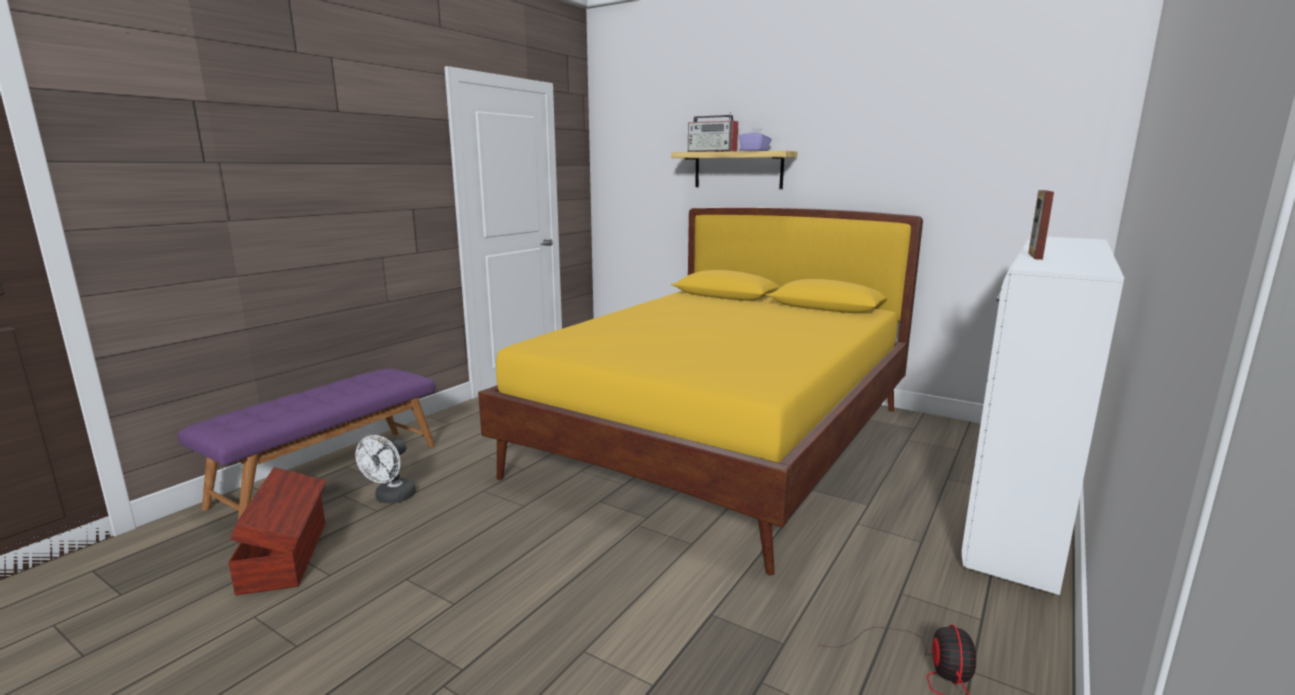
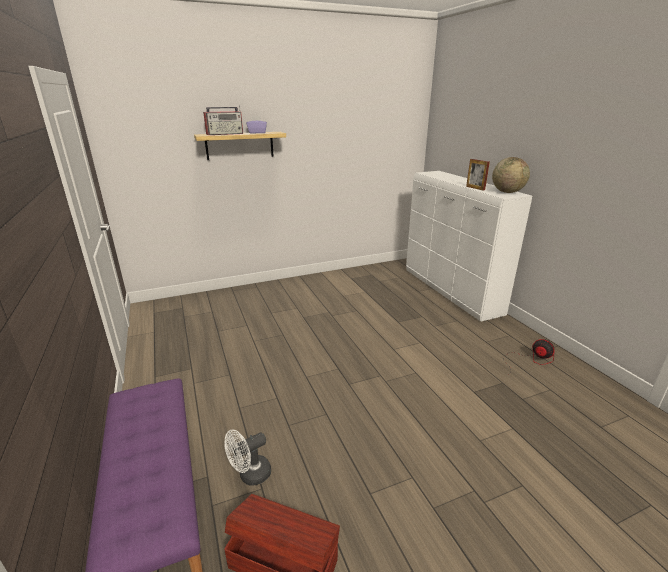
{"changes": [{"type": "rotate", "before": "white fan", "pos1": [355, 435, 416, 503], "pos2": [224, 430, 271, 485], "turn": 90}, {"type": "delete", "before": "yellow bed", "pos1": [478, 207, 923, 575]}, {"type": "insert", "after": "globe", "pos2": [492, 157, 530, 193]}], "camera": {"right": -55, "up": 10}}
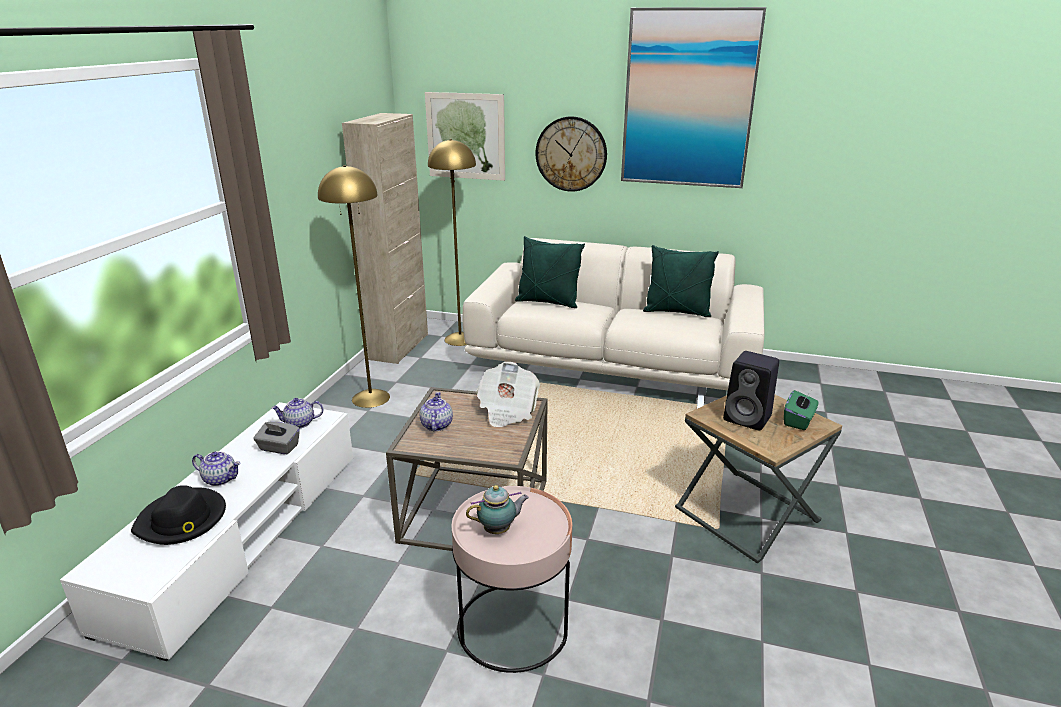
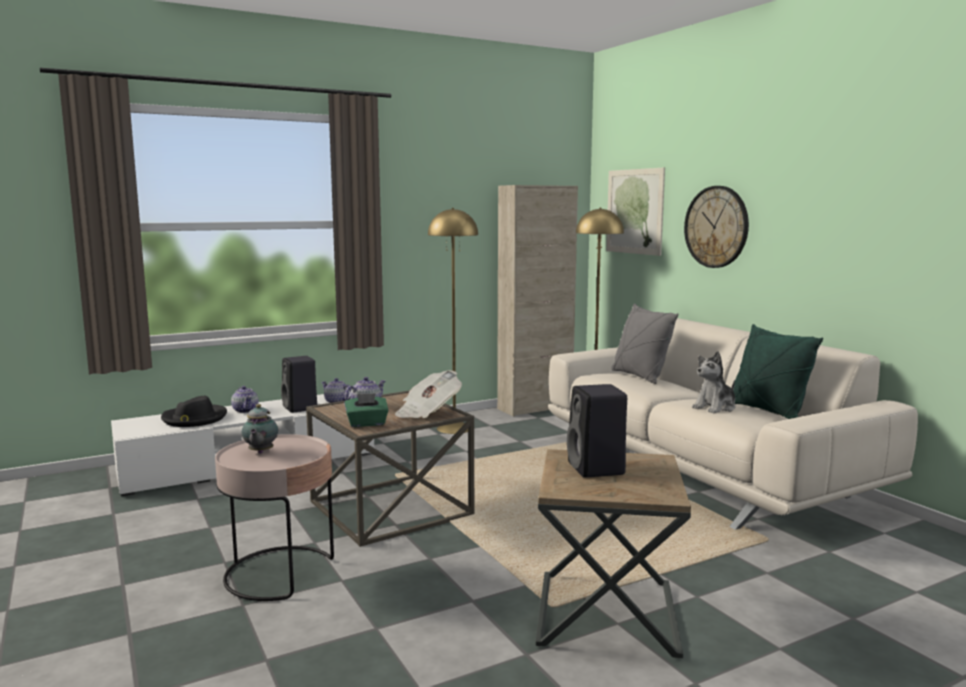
{"changes": [{"type": "replace", "before": "grey tissue box", "after": "black speaker", "pos1": [253, 421, 300, 454], "pos2": [281, 356, 317, 413]}, {"type": "rotate", "before": "teapot", "pos1": [466, 485, 529, 534], "pos2": [242, 404, 278, 453], "turn": 60}, {"type": "recolor", "before": "green pillow", "after": "grey pillow", "pos1": [515, 236, 585, 308], "pos2": [611, 303, 678, 384]}, {"type": "delete", "before": "picture", "pos1": [621, 7, 766, 188]}, {"type": "move", "before": "green tissue box", "pos1": [784, 390, 818, 430], "pos2": [344, 393, 389, 427]}, {"type": "insert", "after": "plush toy", "pos2": [692, 351, 735, 414]}], "camera": {"right": 45, "up": -15}}
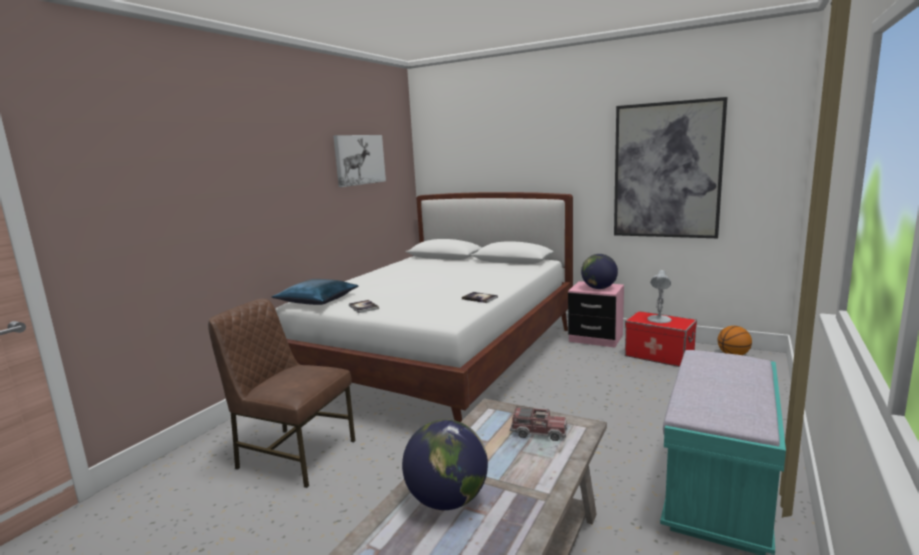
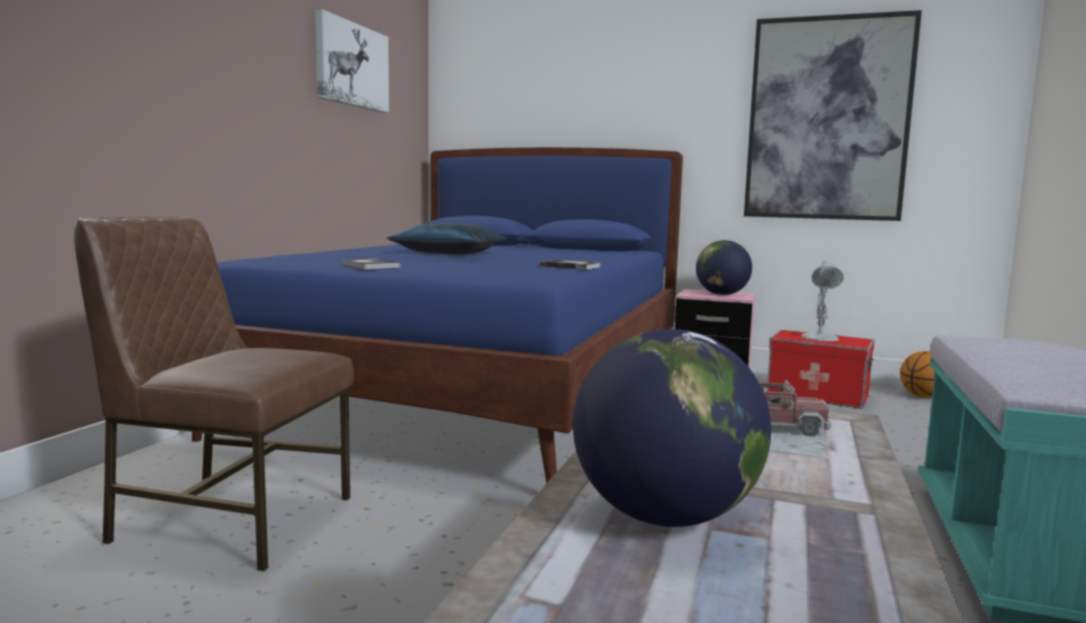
{"changes": [{"type": "move", "before": "blue pillow", "pos1": [272, 279, 358, 305], "pos2": [387, 223, 506, 254]}, {"type": "recolor", "before": "white bed", "after": "blue bed", "pos1": [275, 192, 573, 422], "pos2": [192, 147, 683, 484]}], "camera": {"right": -10, "up": -5}}
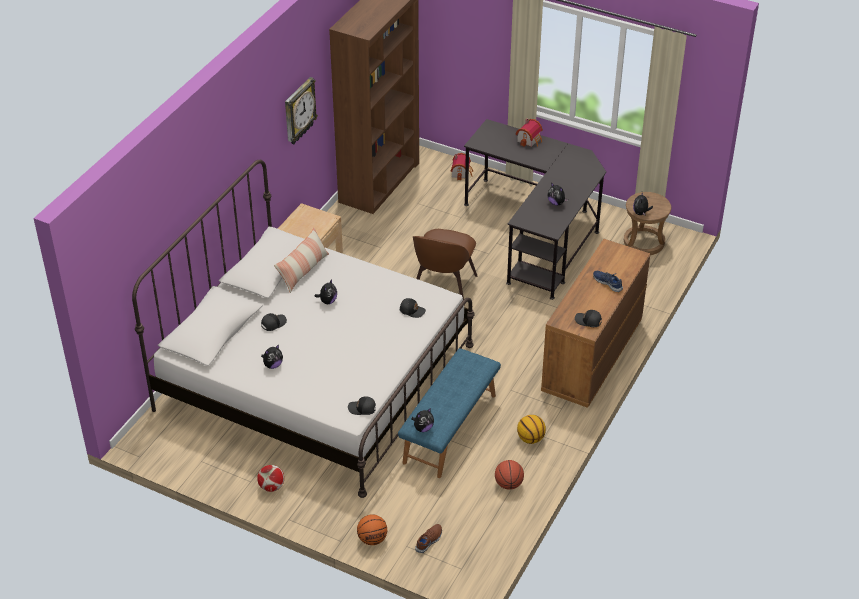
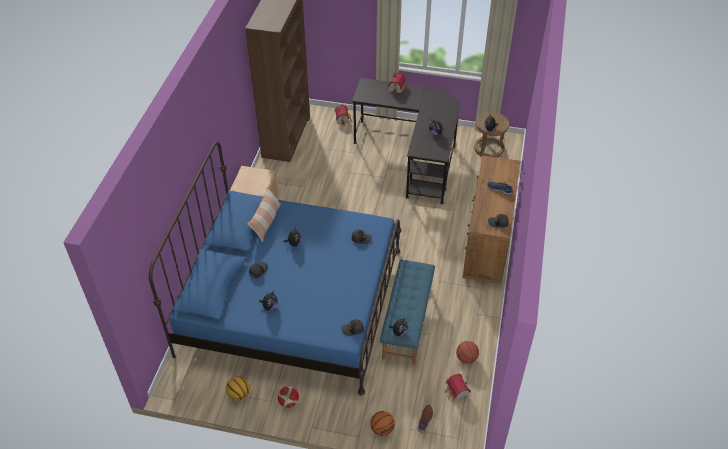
{"changes": [{"type": "recolor", "before": "white bed", "after": "blue bed", "pos1": [132, 160, 475, 498], "pos2": [149, 141, 401, 395]}, {"type": "delete", "before": "wall clock", "pos1": [285, 77, 318, 144]}, {"type": "delete", "before": "brown chair", "pos1": [413, 229, 477, 306]}, {"type": "move", "before": "basketball", "pos1": [517, 415, 546, 444], "pos2": [226, 376, 250, 401]}, {"type": "insert", "after": "toy house", "pos2": [445, 374, 471, 401]}], "camera": {"right": -15, "up": 5}}
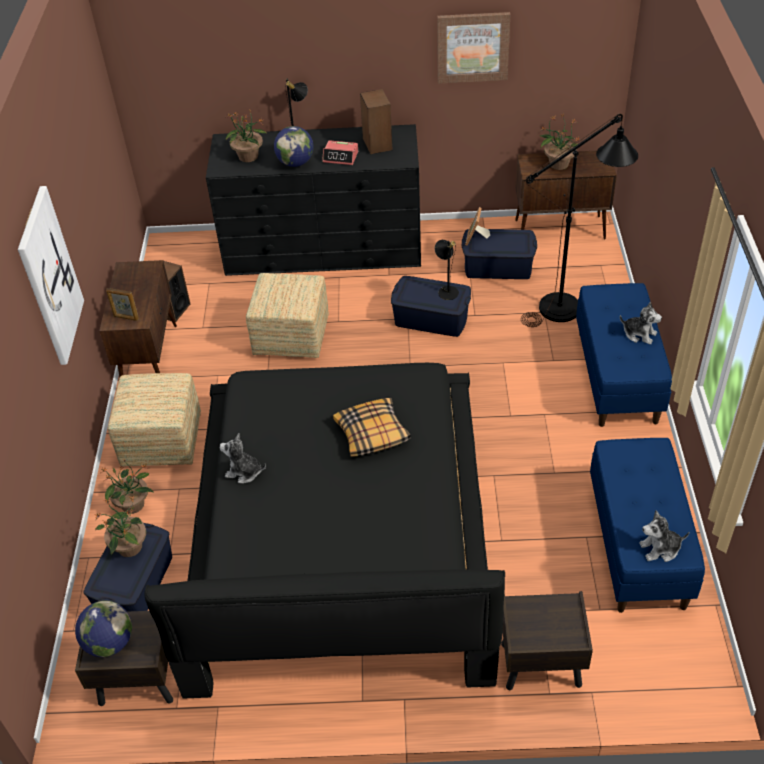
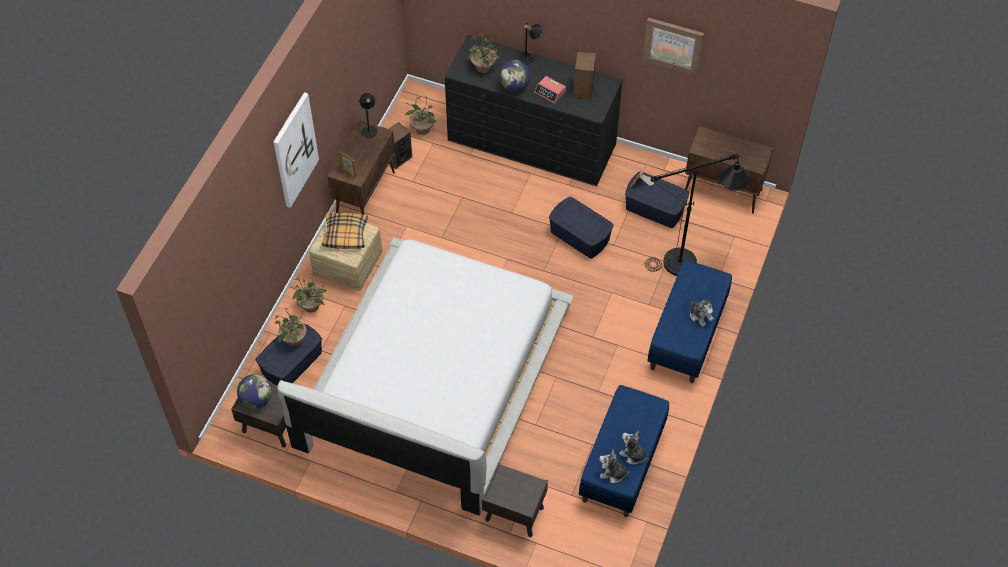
{"changes": [{"type": "recolor", "before": "black bed", "after": "white bed", "pos1": [144, 363, 505, 699], "pos2": [277, 237, 574, 516]}, {"type": "move", "before": "plush toy", "pos1": [220, 433, 266, 483], "pos2": [619, 431, 650, 465]}, {"type": "delete", "before": "ottoman", "pos1": [246, 273, 329, 358]}, {"type": "move", "before": "pillow", "pos1": [333, 398, 411, 457], "pos2": [322, 213, 368, 249]}, {"type": "move", "before": "black table lamp", "pos1": [435, 240, 459, 300], "pos2": [359, 93, 377, 139]}, {"type": "move", "before": "potted plant", "pos1": [540, 114, 580, 170], "pos2": [405, 96, 437, 135]}], "camera": {"right": 20, "up": 10}}
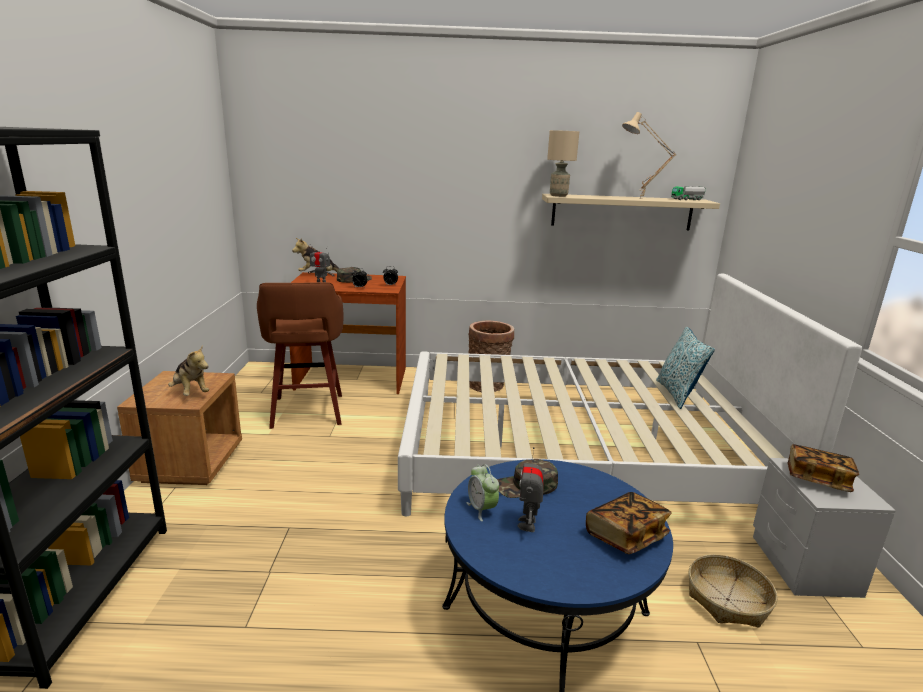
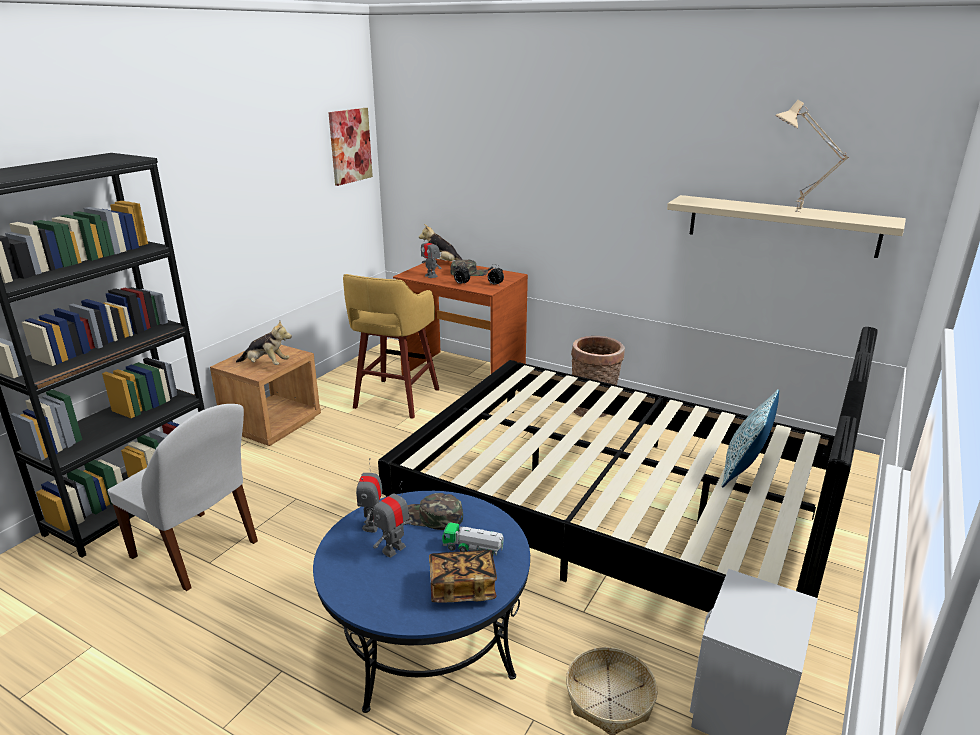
{"changes": [{"type": "rotate", "before": "plush toy", "pos1": [168, 345, 209, 396], "pos2": [236, 321, 292, 365], "turn": -60}, {"type": "recolor", "before": "brown stool", "after": "yellow stool", "pos1": [257, 282, 343, 429], "pos2": [343, 274, 439, 419]}, {"type": "recolor", "before": "white bed", "after": "black bed", "pos1": [398, 274, 862, 516], "pos2": [378, 327, 878, 613]}, {"type": "replace", "before": "alarm clock", "after": "toy robot", "pos1": [466, 464, 499, 521], "pos2": [356, 458, 383, 533]}, {"type": "delete", "before": "beige table lamp", "pos1": [547, 130, 579, 197]}, {"type": "move", "before": "toy truck", "pos1": [671, 186, 706, 200], "pos2": [442, 523, 504, 556]}, {"type": "delete", "before": "book", "pos1": [788, 444, 859, 492]}, {"type": "insert", "after": "white chair", "pos2": [107, 404, 258, 591]}, {"type": "insert", "after": "picture", "pos2": [328, 108, 373, 186]}], "camera": {"right": 30, "up": 5}}
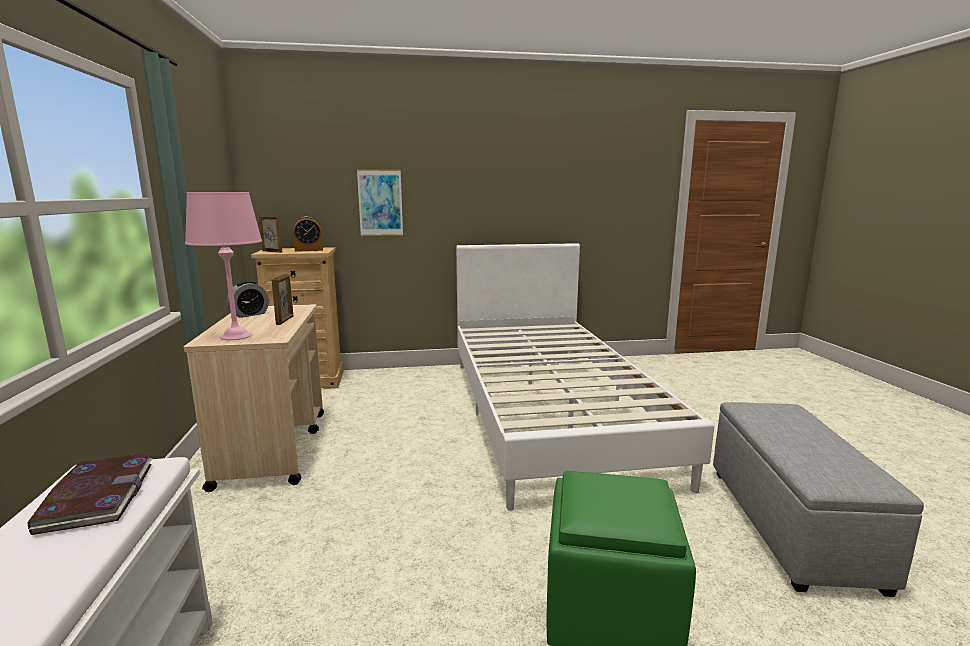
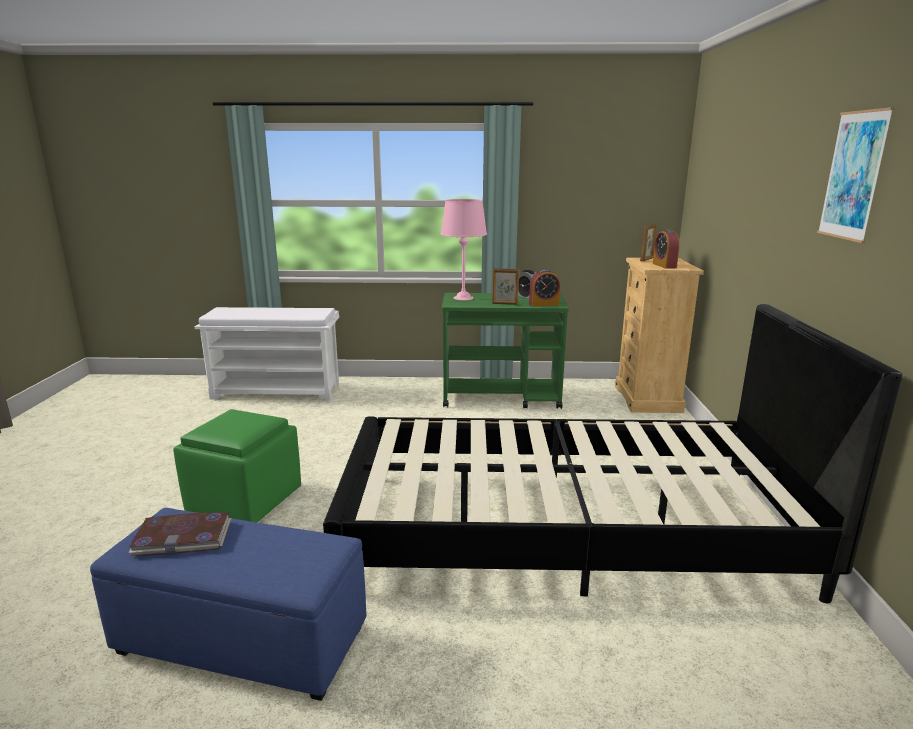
{"changes": [{"type": "move", "before": "book", "pos1": [28, 453, 152, 535], "pos2": [128, 512, 231, 556]}, {"type": "recolor", "before": "beige cart", "after": "green cart", "pos1": [184, 304, 324, 492], "pos2": [442, 293, 569, 409]}, {"type": "move", "before": "picture", "pos1": [357, 169, 403, 236], "pos2": [817, 107, 895, 243]}, {"type": "recolor", "before": "white bed", "after": "black bed", "pos1": [456, 243, 714, 511], "pos2": [323, 304, 902, 603]}, {"type": "recolor", "before": "grey ottoman", "after": "blue ottoman", "pos1": [713, 402, 924, 597], "pos2": [90, 508, 366, 701]}, {"type": "insert", "after": "alarm clock", "pos2": [529, 269, 560, 307]}], "camera": {"right": 100, "up": 5}}
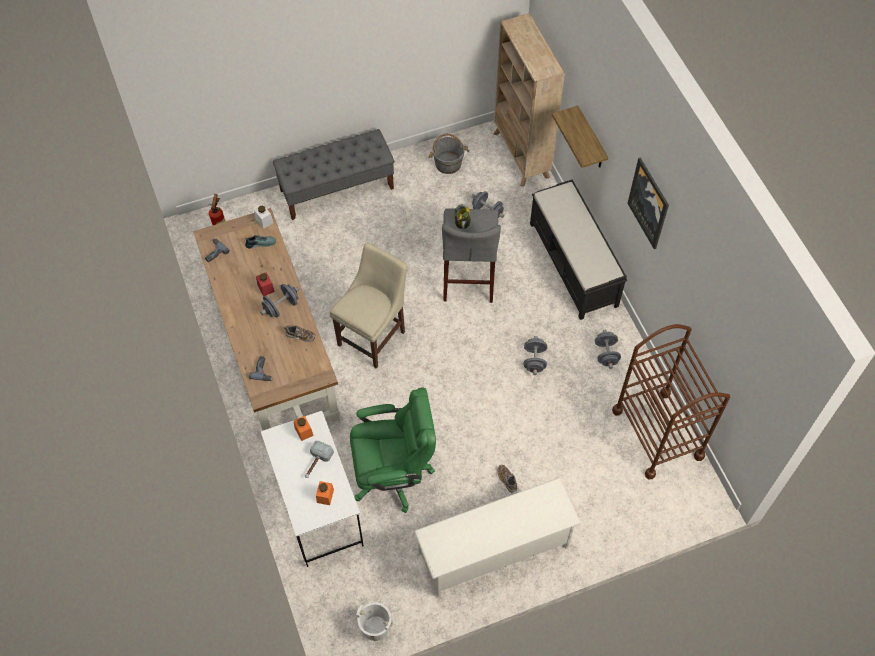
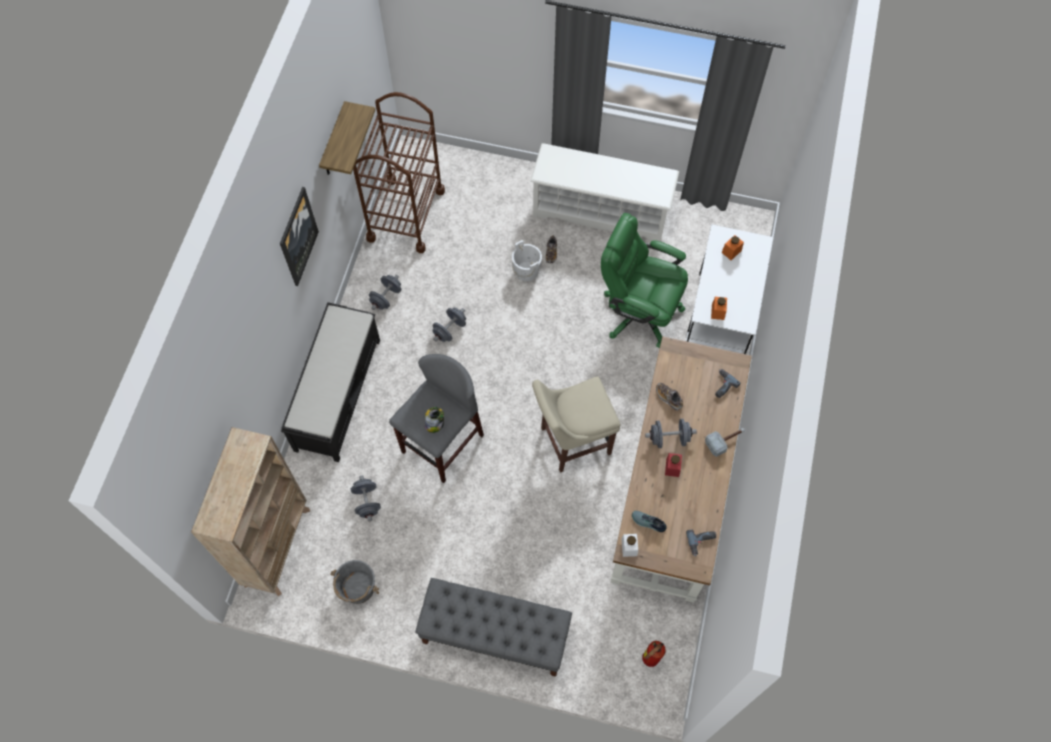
{"changes": [{"type": "move", "before": "hammer", "pos1": [305, 441, 334, 478], "pos2": [705, 428, 745, 457]}, {"type": "move", "before": "white bucket", "pos1": [356, 602, 393, 641], "pos2": [512, 240, 542, 281]}, {"type": "move", "before": "shelf", "pos1": [552, 106, 608, 168], "pos2": [319, 101, 375, 175]}], "camera": {"right": -145, "up": 5}}
